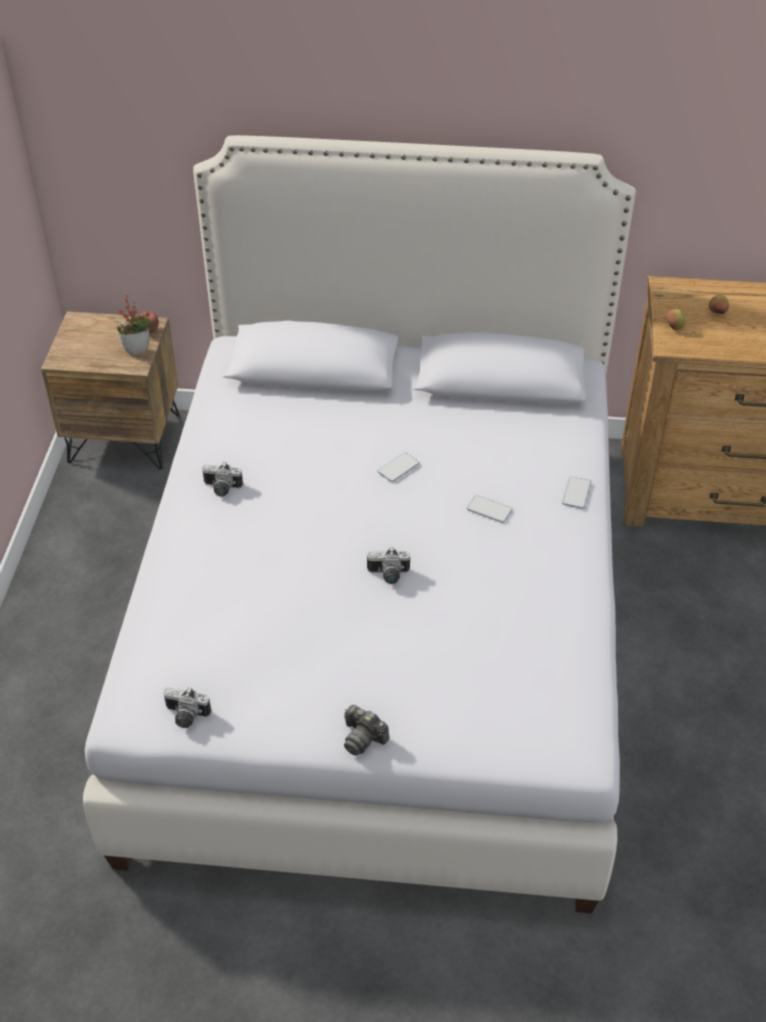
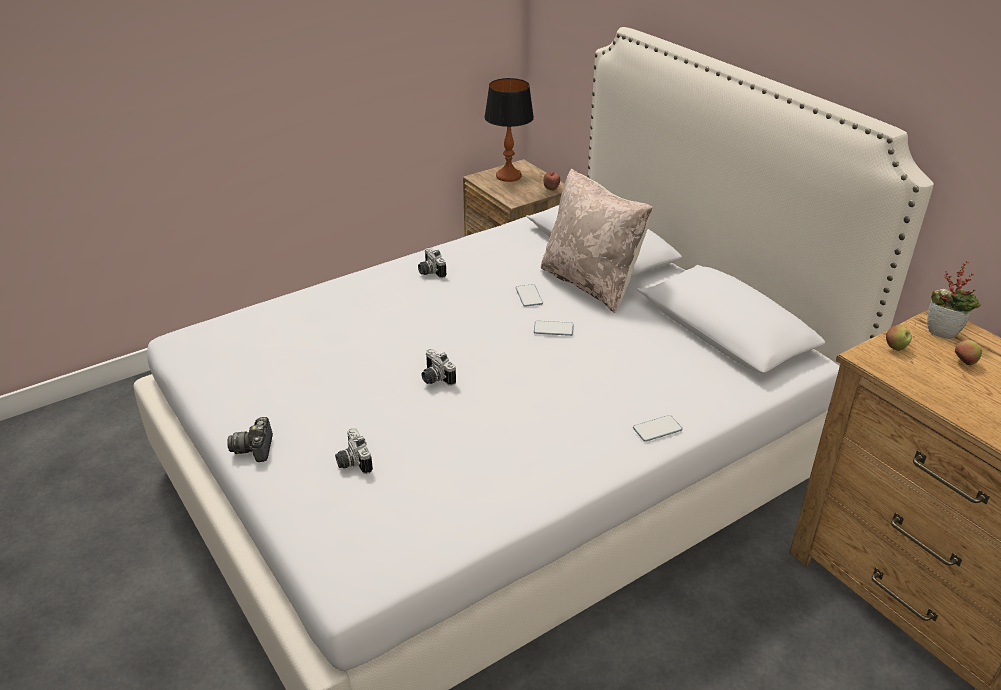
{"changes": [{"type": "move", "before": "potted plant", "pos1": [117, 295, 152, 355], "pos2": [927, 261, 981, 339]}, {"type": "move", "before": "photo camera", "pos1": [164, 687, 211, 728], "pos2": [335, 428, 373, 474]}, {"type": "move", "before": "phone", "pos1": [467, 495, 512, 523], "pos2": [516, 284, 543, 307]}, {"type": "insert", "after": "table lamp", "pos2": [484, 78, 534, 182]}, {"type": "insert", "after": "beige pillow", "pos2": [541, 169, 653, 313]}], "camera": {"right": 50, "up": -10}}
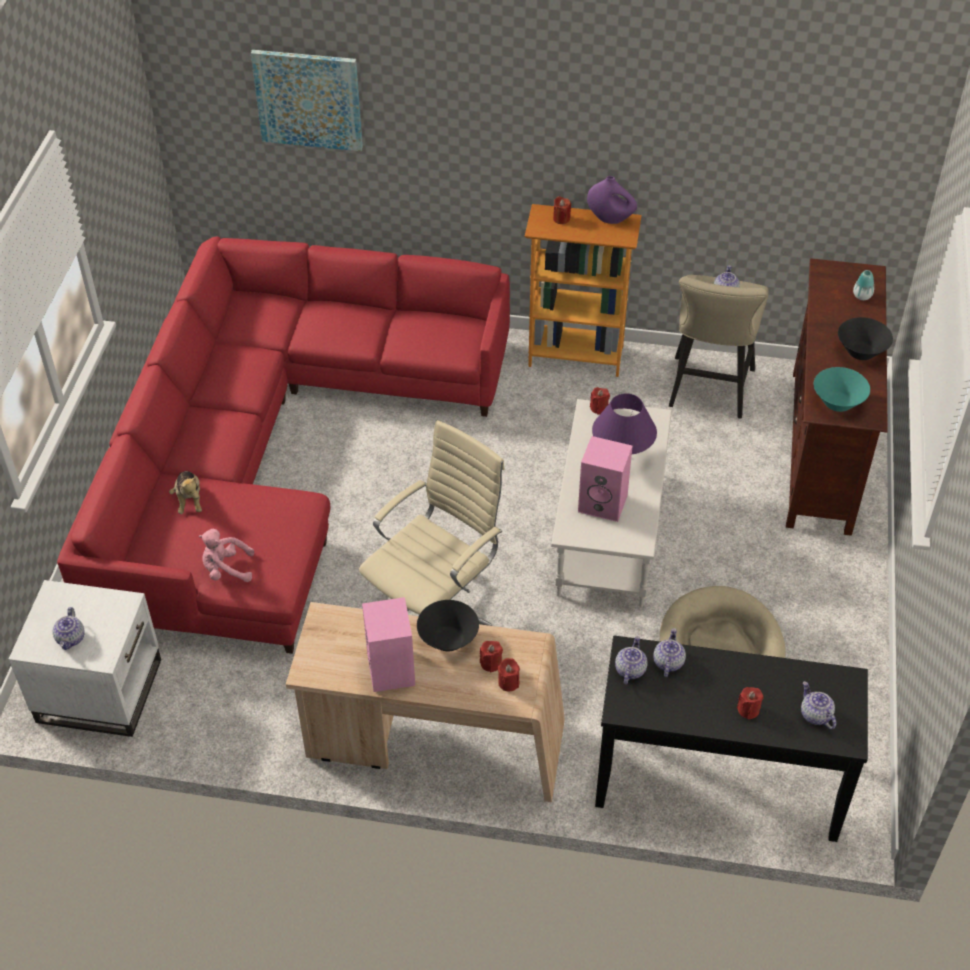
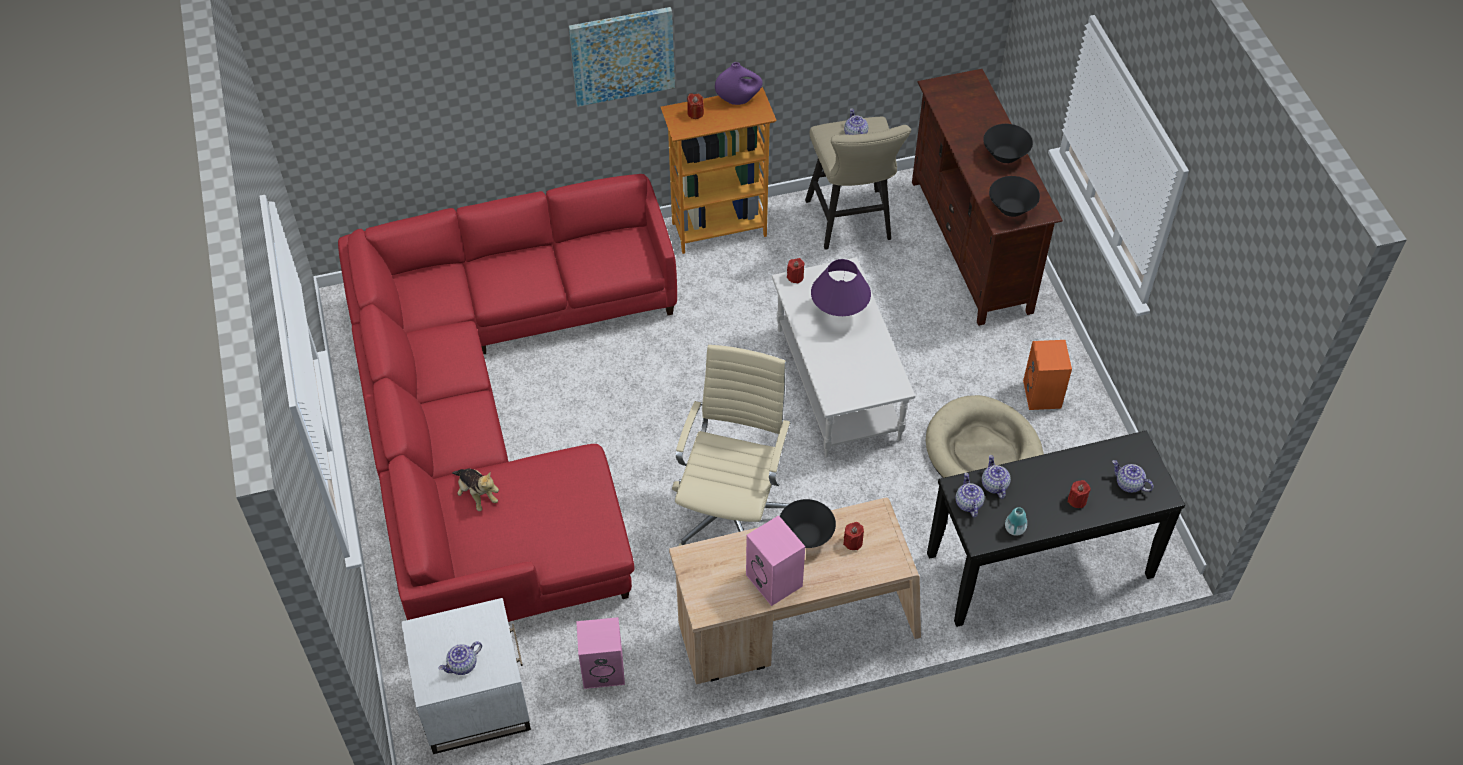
{"changes": [{"type": "rotate", "before": "teapot", "pos1": [53, 607, 85, 650], "pos2": [438, 641, 482, 675], "turn": 75}, {"type": "delete", "before": "pink plush toy", "pos1": [199, 529, 254, 582]}, {"type": "move", "before": "picture", "pos1": [251, 50, 363, 151], "pos2": [569, 7, 675, 106]}, {"type": "delete", "before": "red candle", "pos1": [498, 658, 520, 691]}, {"type": "move", "before": "pink speaker", "pos1": [578, 436, 632, 522], "pos2": [576, 617, 625, 689]}, {"type": "recolor", "before": "turquoise bowl", "after": "black bowl", "pos1": [814, 367, 870, 412], "pos2": [989, 176, 1040, 217]}, {"type": "move", "before": "vase", "pos1": [853, 270, 874, 300], "pos2": [1005, 507, 1027, 536]}, {"type": "insert", "after": "orange speaker", "pos2": [1023, 340, 1072, 410]}], "camera": {"right": -25, "up": 5}}
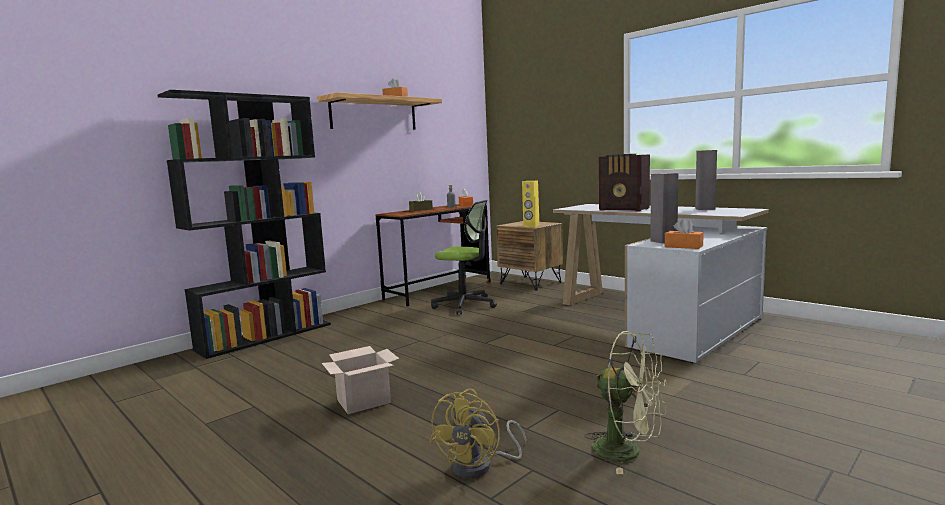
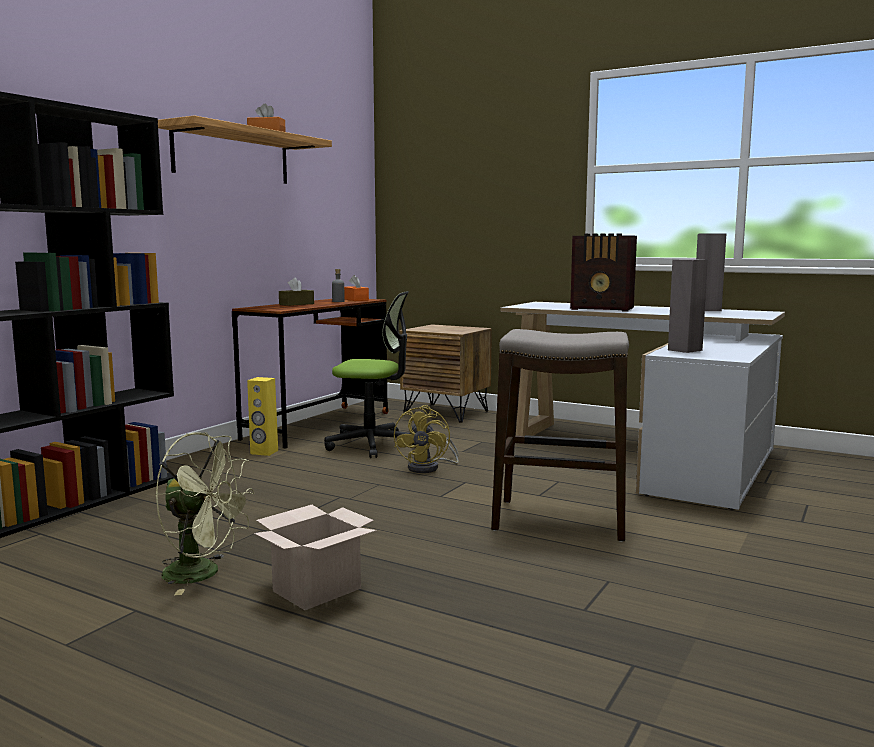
{"changes": [{"type": "move", "before": "yellow fan", "pos1": [430, 389, 527, 479], "pos2": [394, 405, 459, 473]}, {"type": "move", "before": "yellow speaker", "pos1": [522, 181, 540, 227], "pos2": [247, 377, 278, 456]}, {"type": "move", "before": "green fan", "pos1": [585, 331, 667, 474], "pos2": [155, 432, 255, 595]}, {"type": "delete", "before": "orange tissue box", "pos1": [665, 219, 703, 249]}, {"type": "insert", "after": "stool", "pos2": [491, 329, 629, 542]}], "camera": {"right": -15, "up": 0}}
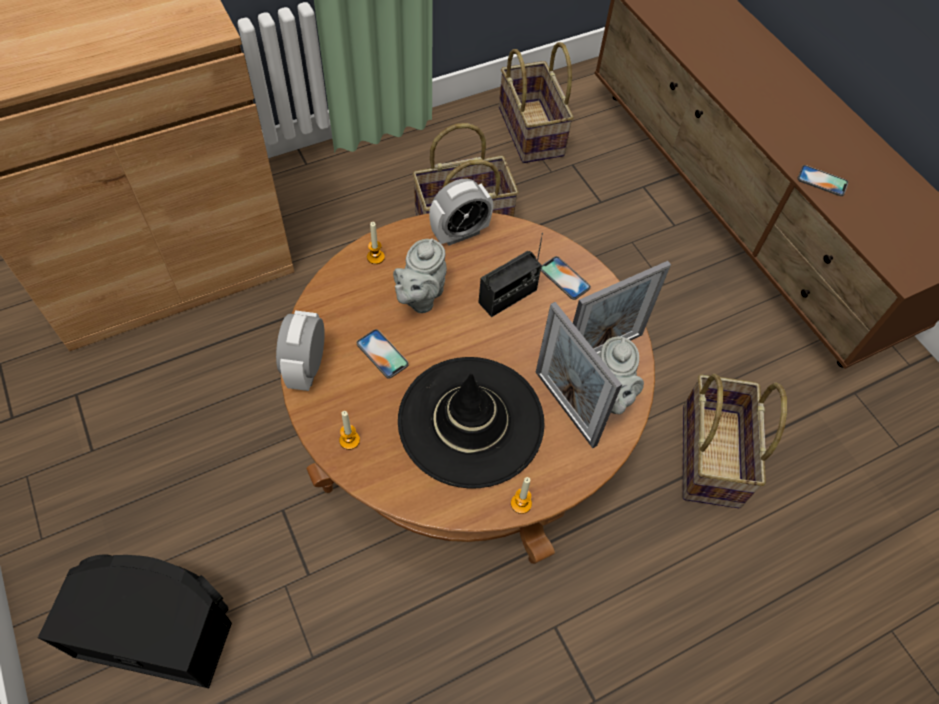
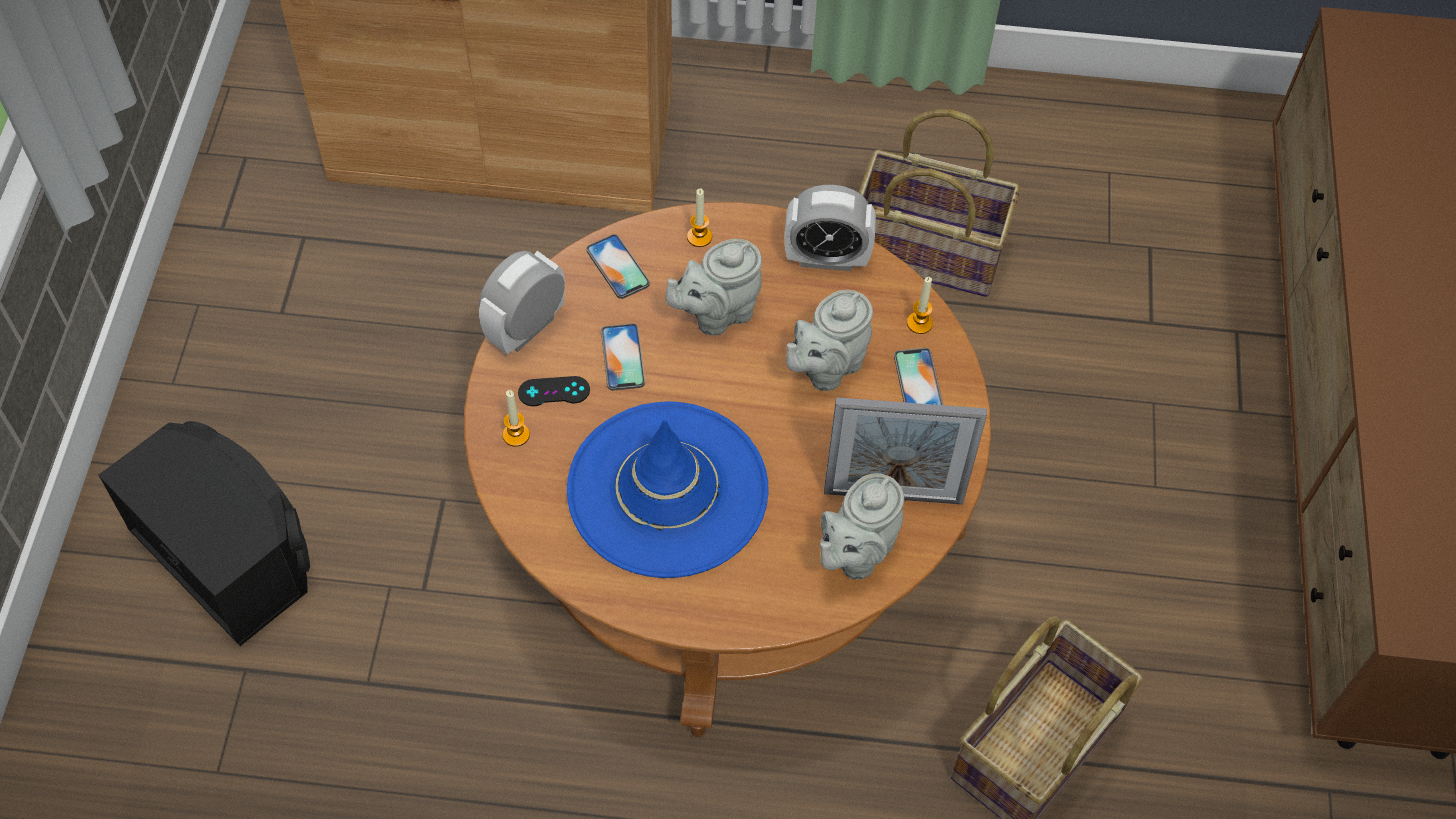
{"changes": [{"type": "recolor", "before": "black hat", "after": "blue hat", "pos1": [398, 357, 545, 489], "pos2": [567, 401, 769, 578]}, {"type": "replace", "before": "radio", "after": "grey teapot", "pos1": [478, 233, 543, 317], "pos2": [786, 290, 873, 391]}, {"type": "delete", "before": "basket", "pos1": [499, 42, 574, 163]}, {"type": "move", "before": "candle", "pos1": [511, 477, 532, 514], "pos2": [907, 277, 933, 334]}, {"type": "delete", "before": "picture frame", "pos1": [536, 302, 622, 448]}, {"type": "move", "before": "phone", "pos1": [797, 165, 848, 196], "pos2": [586, 234, 650, 299]}, {"type": "insert", "after": "black game controller", "pos2": [518, 376, 590, 407]}], "camera": {"right": 35, "up": 0}}
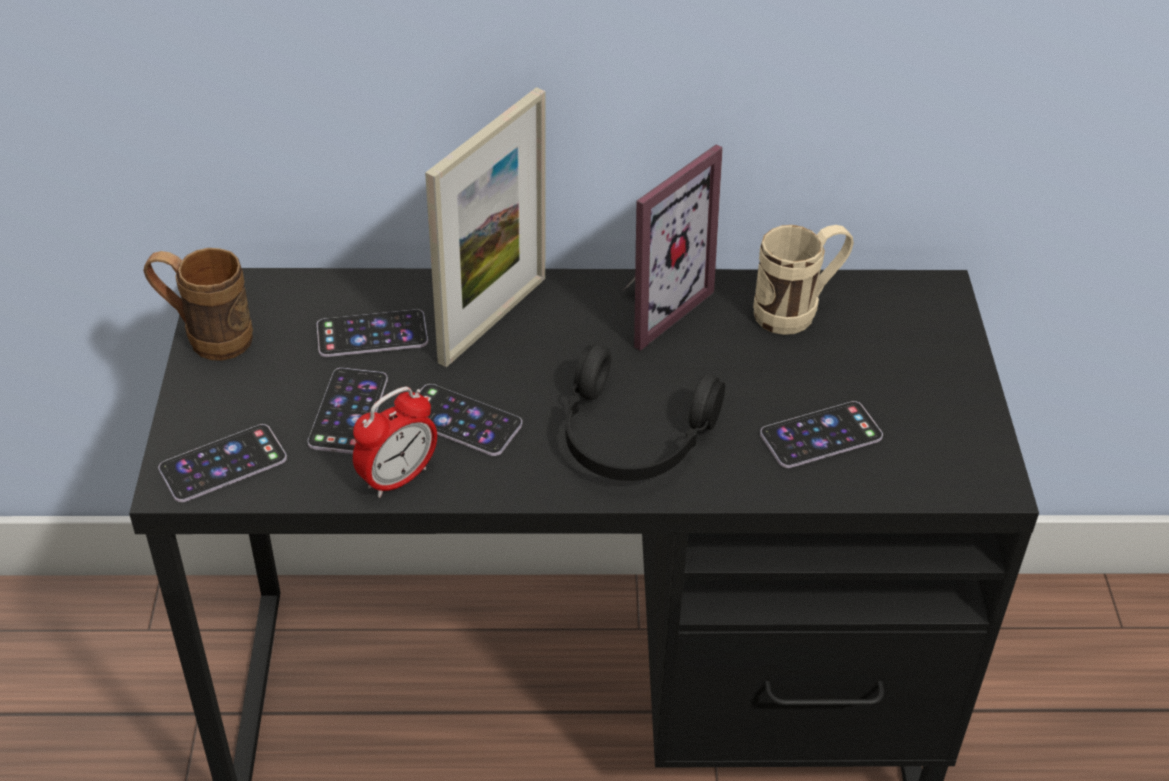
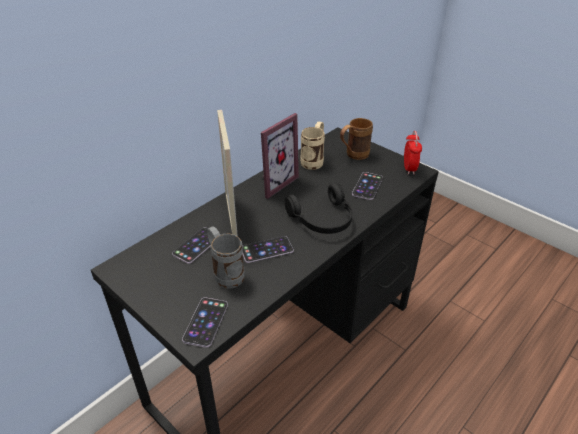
{"changes": [{"type": "move", "before": "brown mug", "pos1": [143, 248, 253, 361], "pos2": [340, 118, 373, 160]}, {"type": "replace", "before": "phone", "after": "grey mug", "pos1": [308, 368, 388, 454], "pos2": [206, 226, 245, 289]}, {"type": "move", "before": "alarm clock", "pos1": [353, 387, 437, 498], "pos2": [404, 131, 422, 175]}, {"type": "rotate", "before": "picture frame", "pos1": [623, 144, 723, 351], "pos2": [261, 113, 299, 199], "turn": 45}], "camera": {"right": -45, "up": -5}}
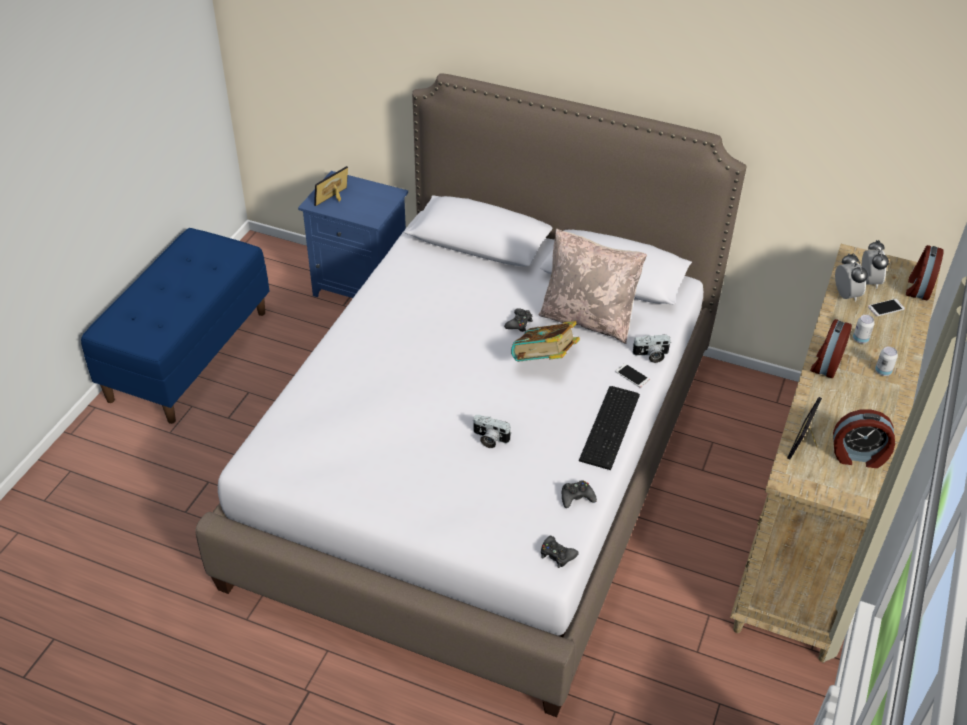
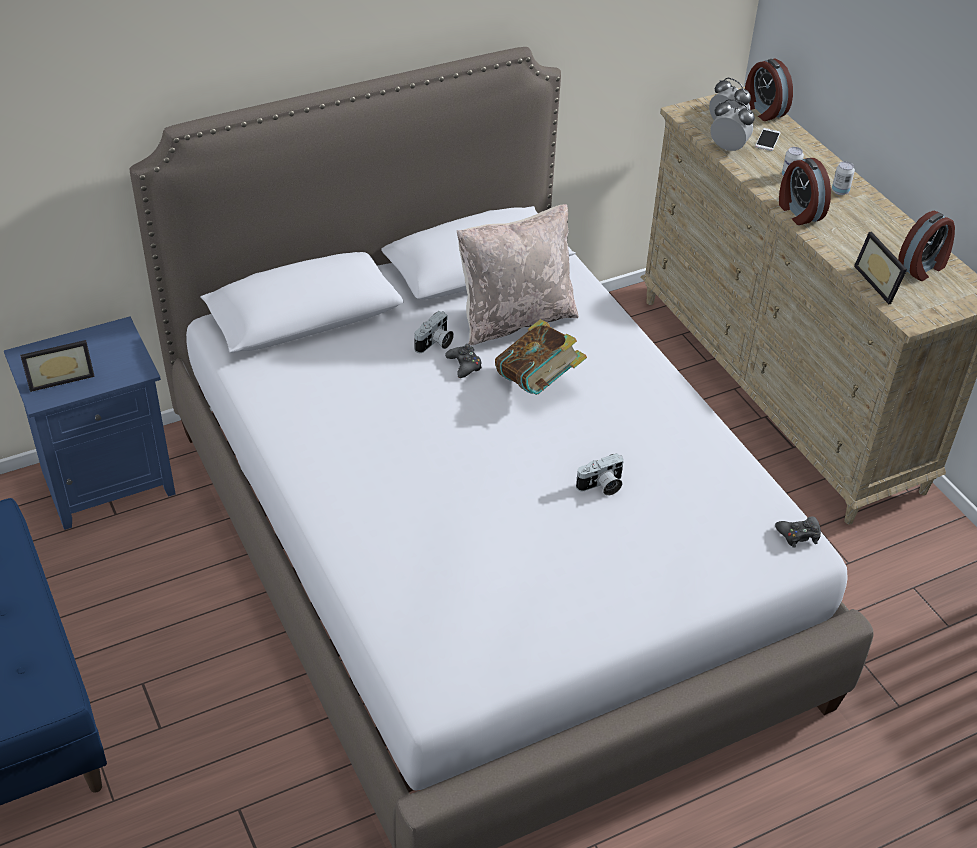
{"changes": [{"type": "rotate", "before": "picture frame", "pos1": [314, 166, 348, 206], "pos2": [20, 340, 95, 392], "turn": -105}, {"type": "delete", "before": "black game controller", "pos1": [562, 480, 597, 508]}, {"type": "delete", "before": "keyboard", "pos1": [579, 386, 640, 470]}, {"type": "delete", "before": "phone", "pos1": [615, 363, 650, 388]}, {"type": "move", "before": "photo camera", "pos1": [632, 334, 671, 363], "pos2": [414, 311, 454, 353]}], "camera": {"right": -50, "up": 0}}
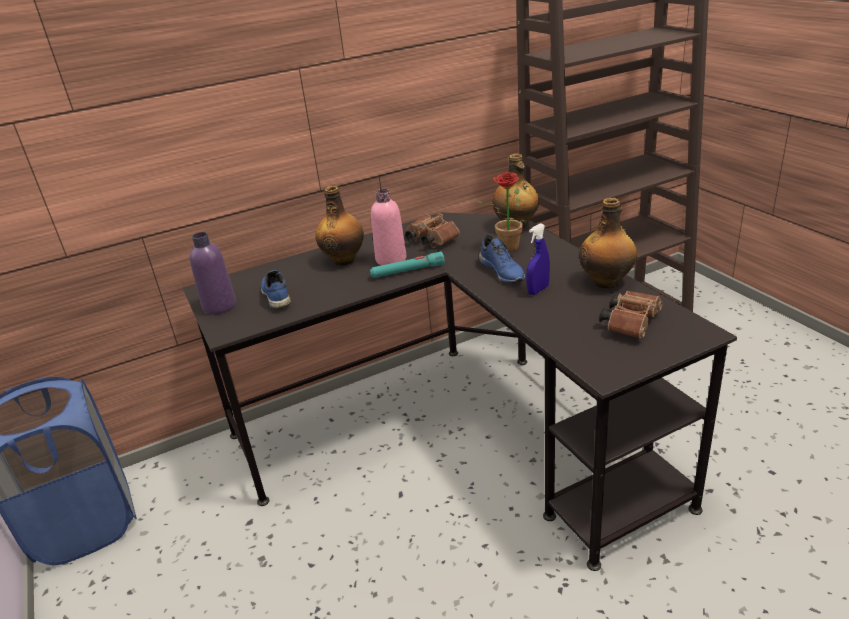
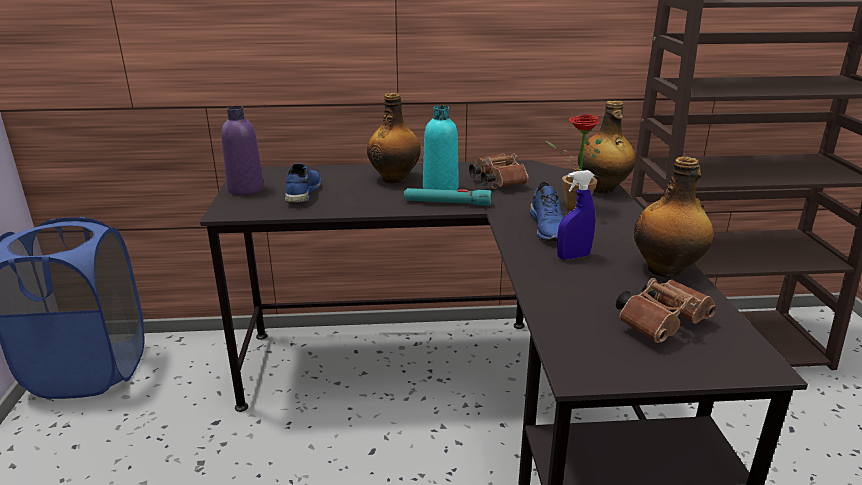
{"changes": [{"type": "recolor", "before": "pink bottle", "after": "turquoise bottle", "pos1": [371, 189, 407, 265], "pos2": [423, 105, 459, 190]}], "camera": {"right": 20, "up": -5}}
